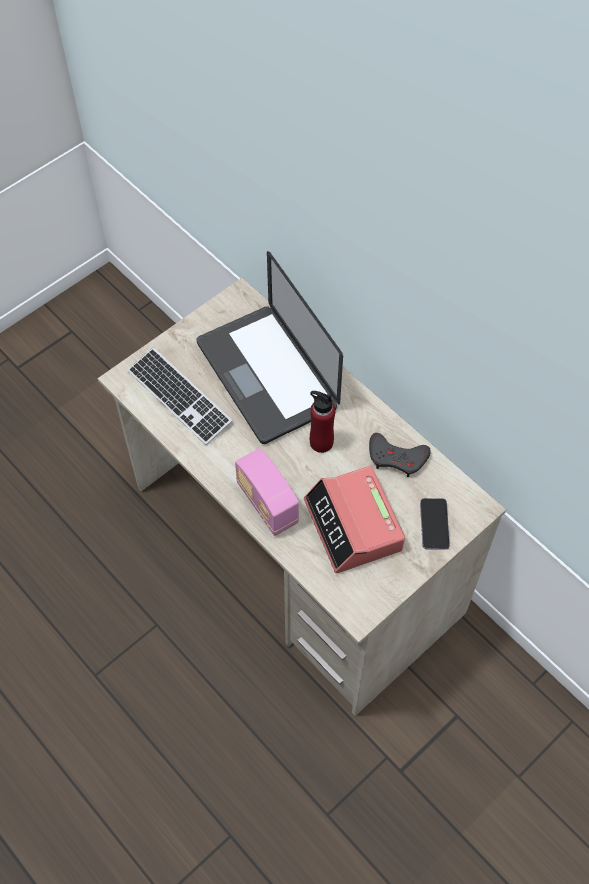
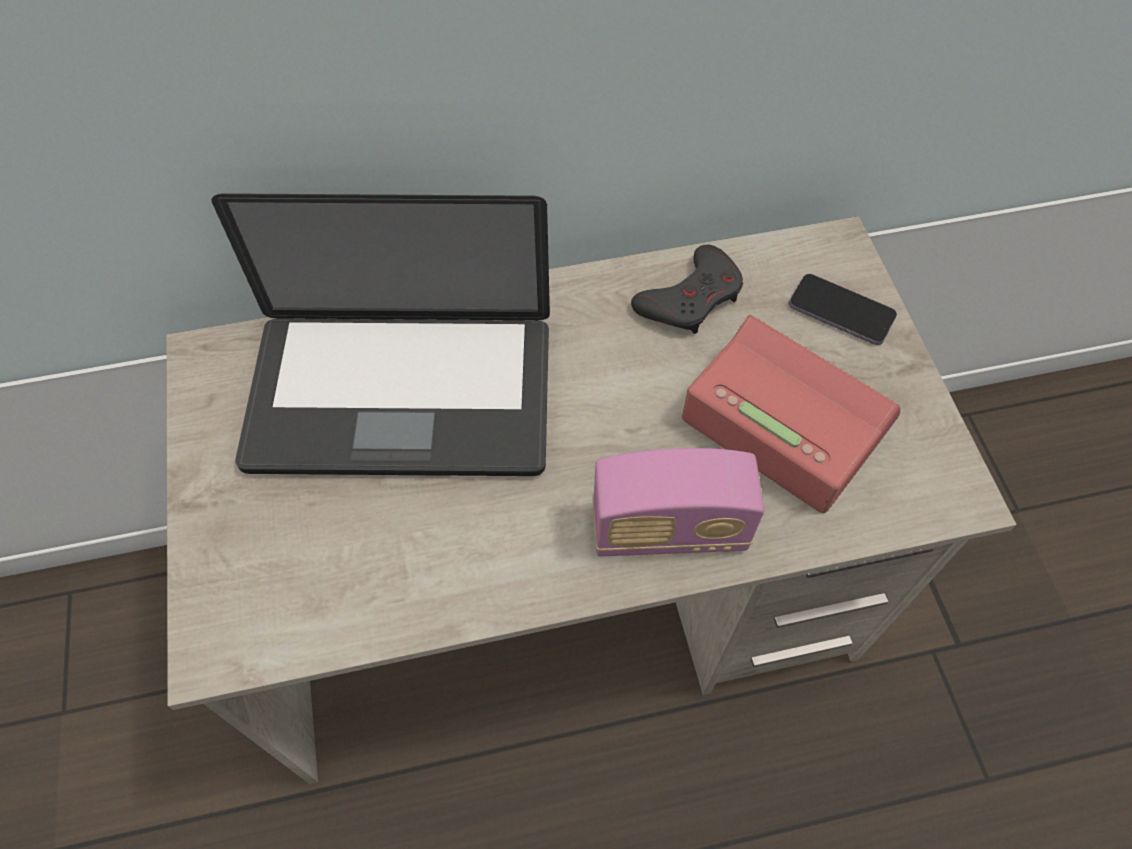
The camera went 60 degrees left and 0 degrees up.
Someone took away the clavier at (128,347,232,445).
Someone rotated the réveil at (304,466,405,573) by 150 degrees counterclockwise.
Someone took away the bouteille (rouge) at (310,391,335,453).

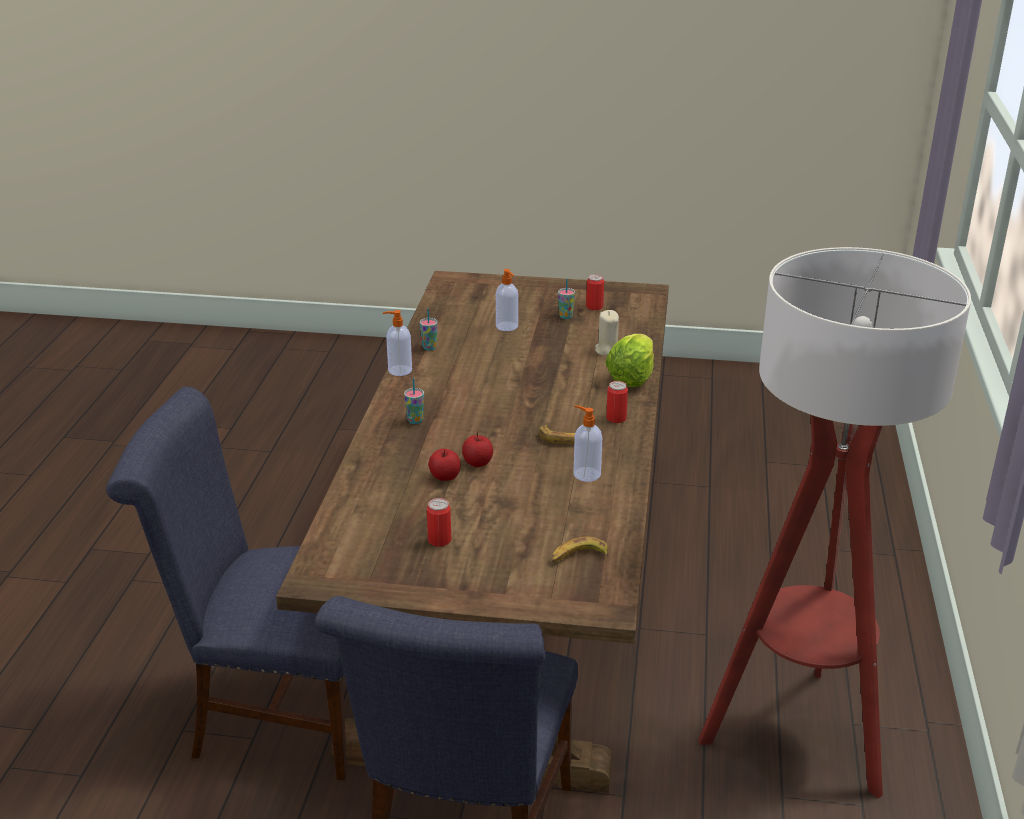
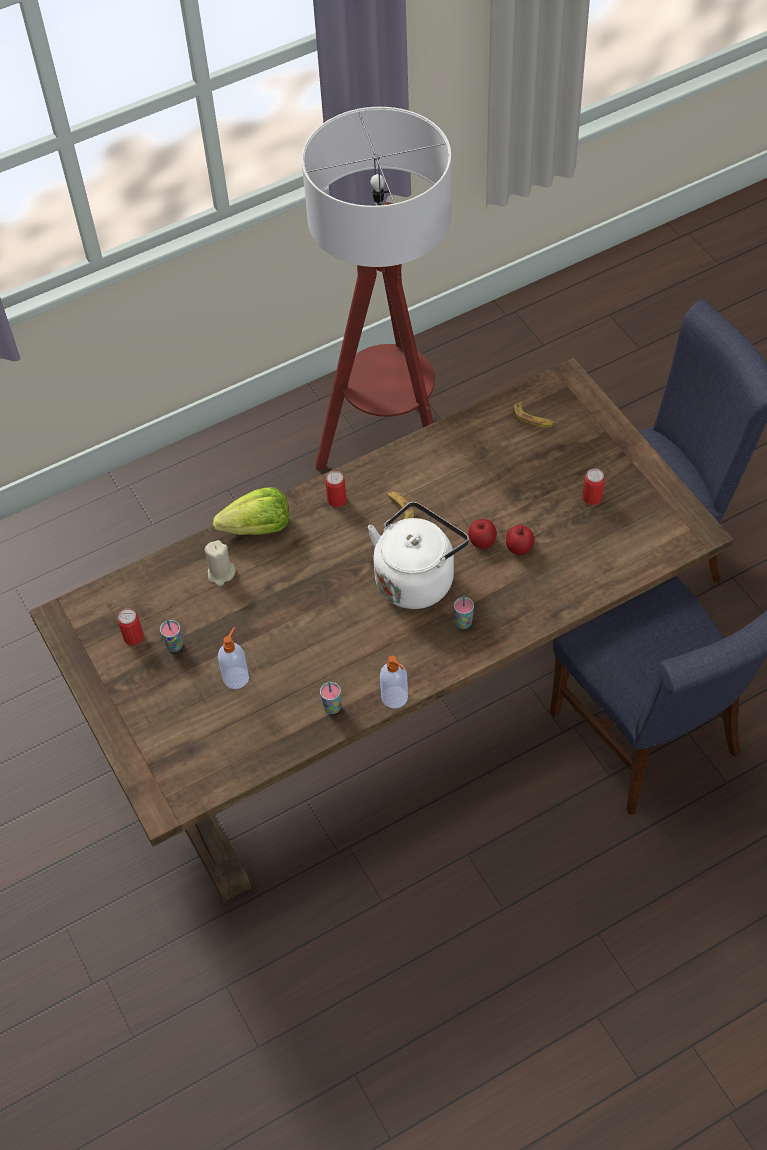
The camera went 125 degrees left and 25 degrees up.
Someone took away the distributeur de savon at (574,405,602,482).
Someone put down the bouilloire (blanc) at (368,502,469,609).

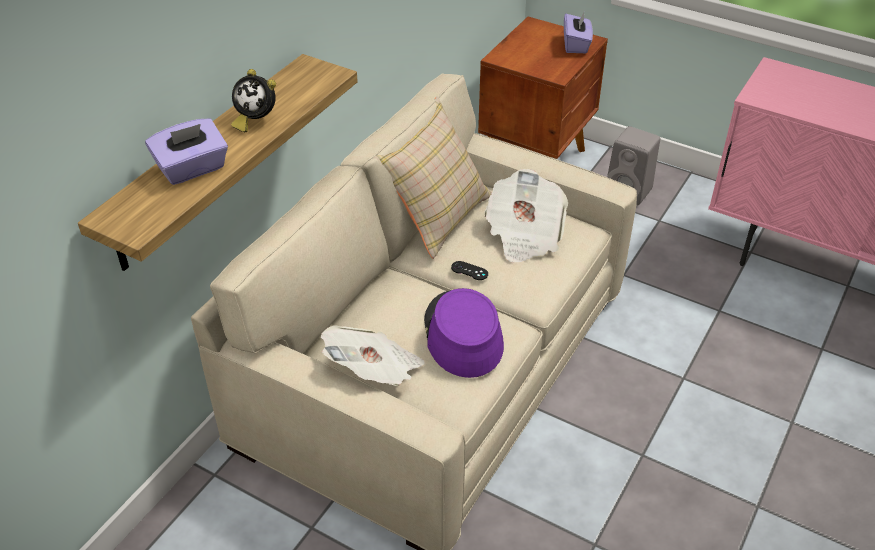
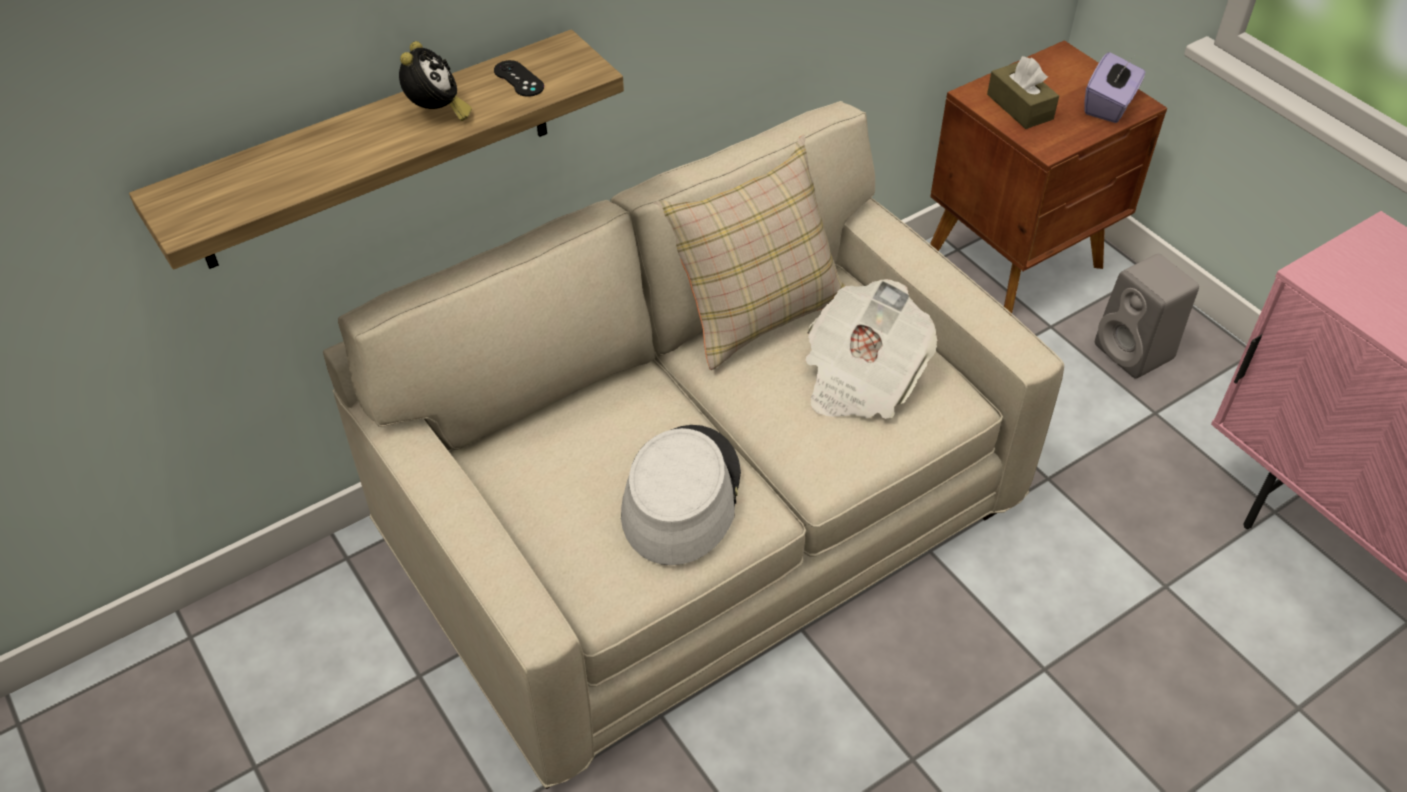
The camera went 25 degrees right and 5 degrees up.
Someone took away the boîte à mouchoirs (violet) at (145,119,228,185).
Someone rotated the réveil at (231,69,276,132) by 135 degrees counterclockwise.
Someone took away the journal at (321,325,425,386).
Someone repainted the chapeau (violet) at (424,288,504,378), which became the chapeau (gris) at (621,425,741,565).
Someone carried the manette (noir) from (451,261,488,280) to (494,60,544,97).
Someone put down the boîte à mouchoirs (marron) at (987,56,1059,129).

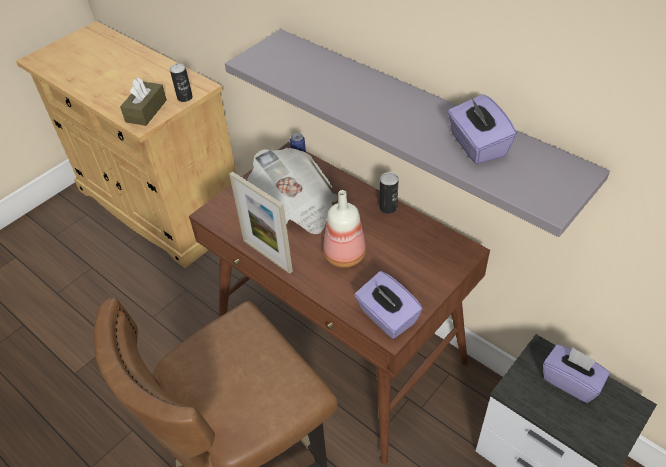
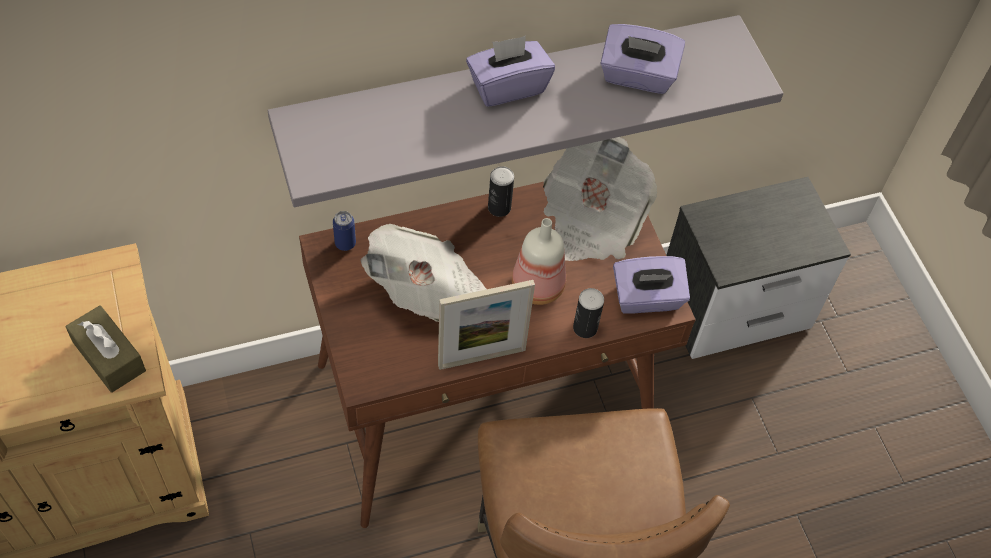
The camera went 65 degrees left and 10 degrees up.
Someone carried the boîte métallique from (170,63,193,102) to (573,288,604,338).
Someone carried the boîte à mouchoirs (violet) from (543,344,610,403) to (466,36,555,107).
Someone put down the journal at (543,137,657,261).

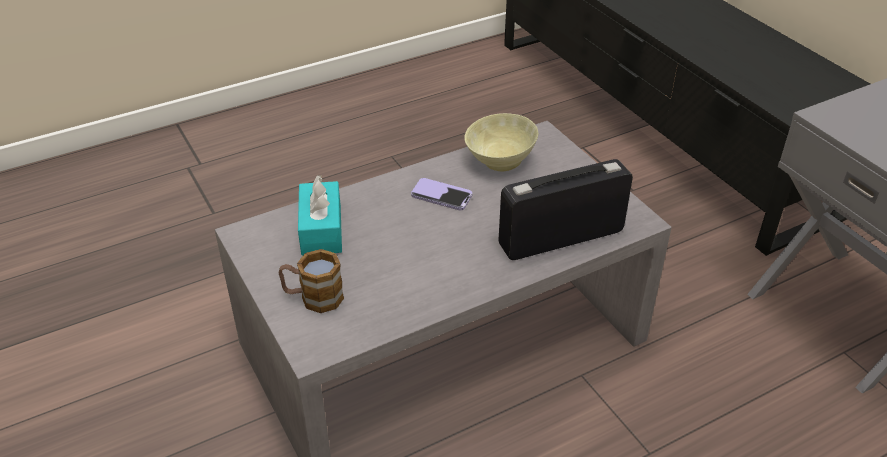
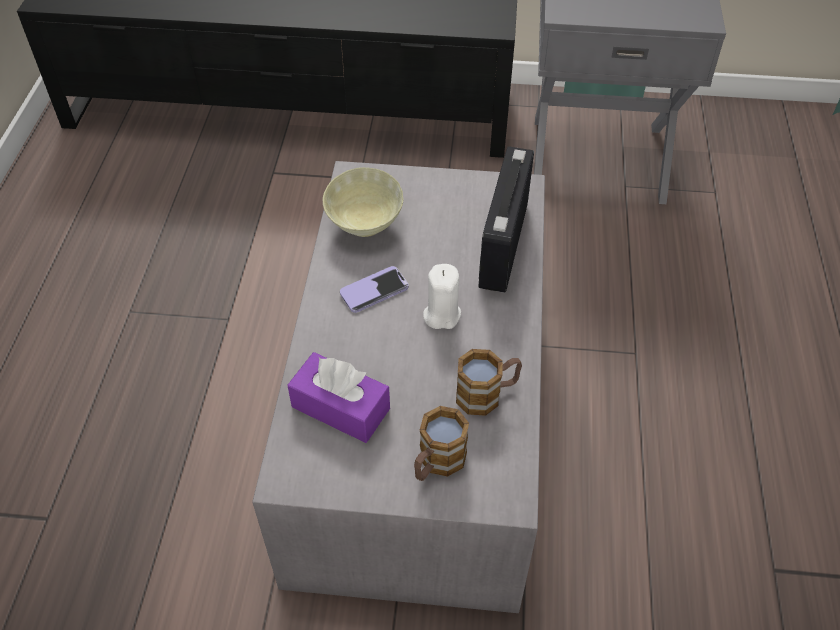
The camera went 55 degrees left and 10 degrees up.
Someone repainted the boîte à mouchoirs (turquoise) at (298,175,342,255), which became the boîte à mouchoirs (violet) at (287,352,390,443).
Someone put down the bougie (blanc) at (423,264,461,329).
Someone put down the mug at (456,349,522,416).

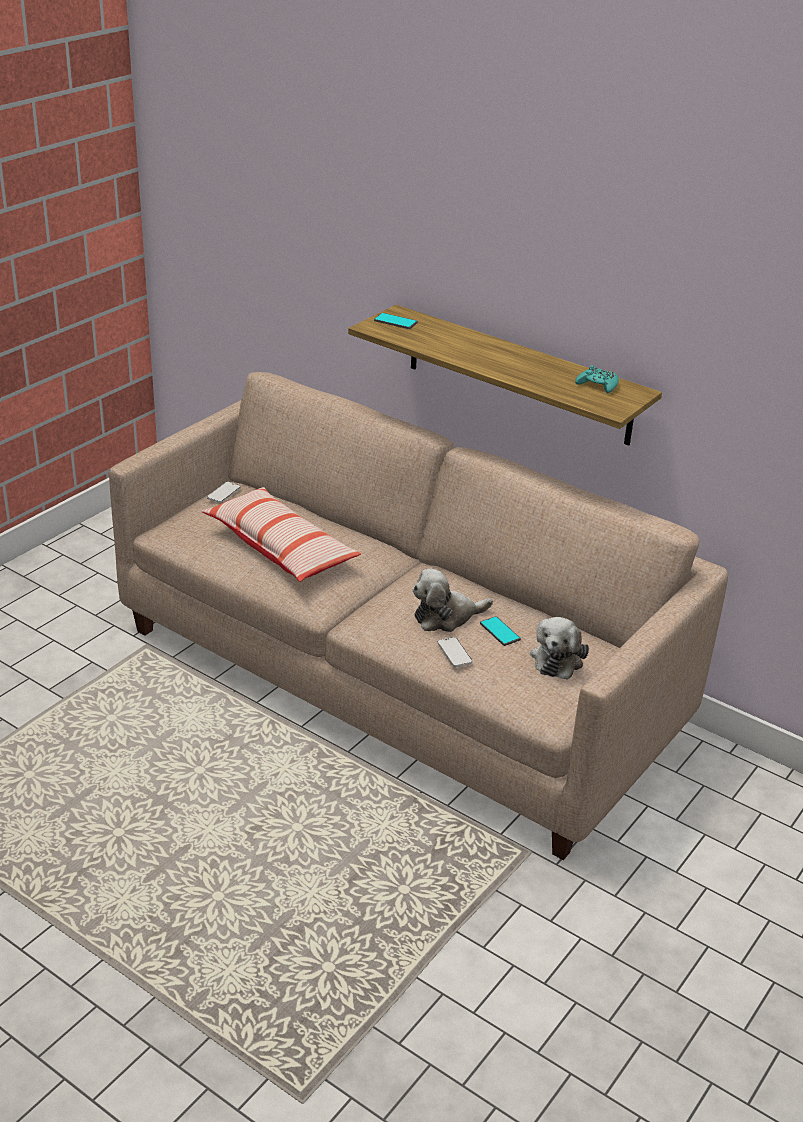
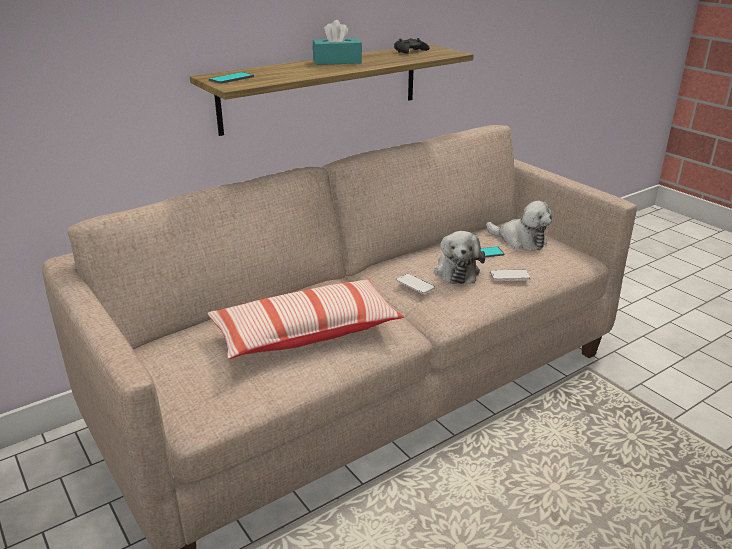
The camera went 70 degrees left and 5 degrees down.
Someone carried the téléphone from (207,482,241,503) to (396,274,435,294).
Someone repainted the manette (turquoise) at (575,365,619,393), which became the manette (noir) at (394,38,429,54).
Someone put down the boîte à mouchoirs (turquoise) at (313,20,362,65).

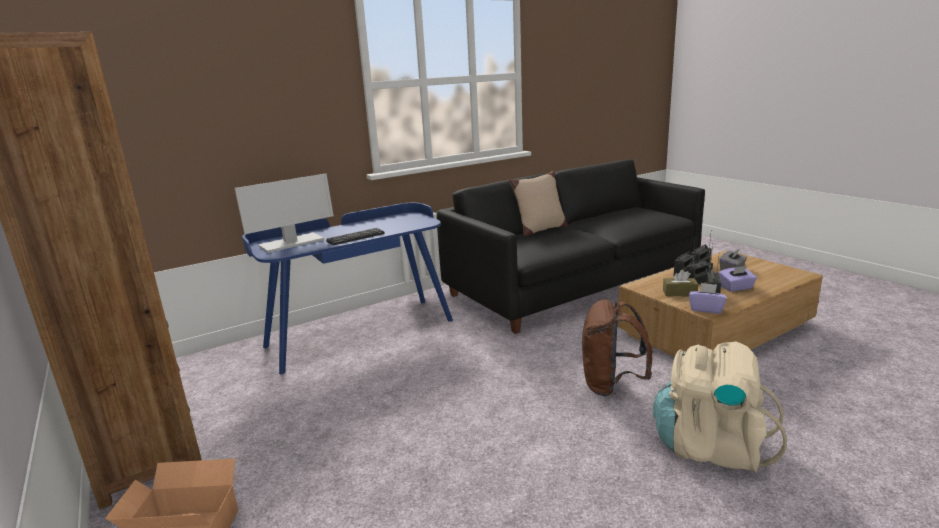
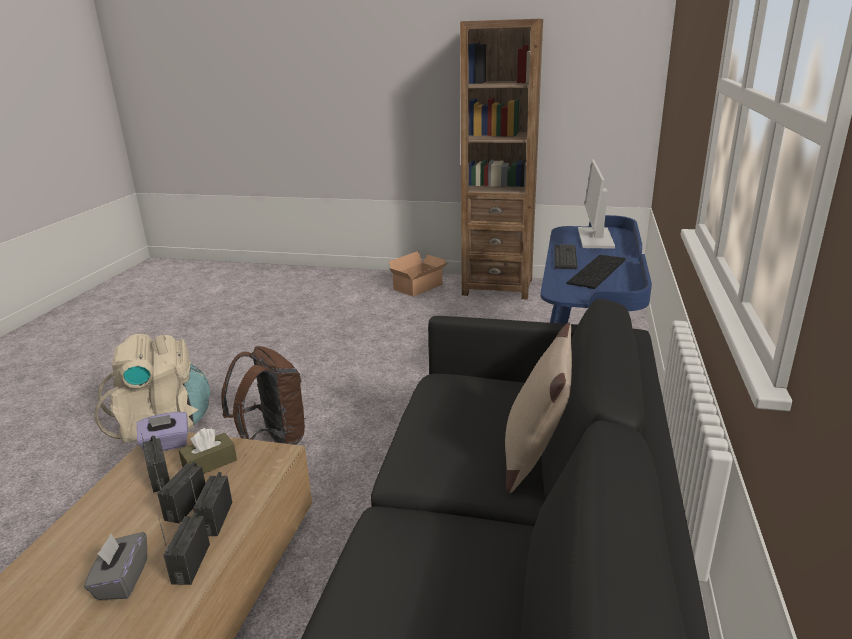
The camera went 135 degrees right and 5 degrees up.
Someone took away the boîte à mouchoirs (violet) at (719,266,757,292).
Someone put down the clavier at (567,255,626,289).

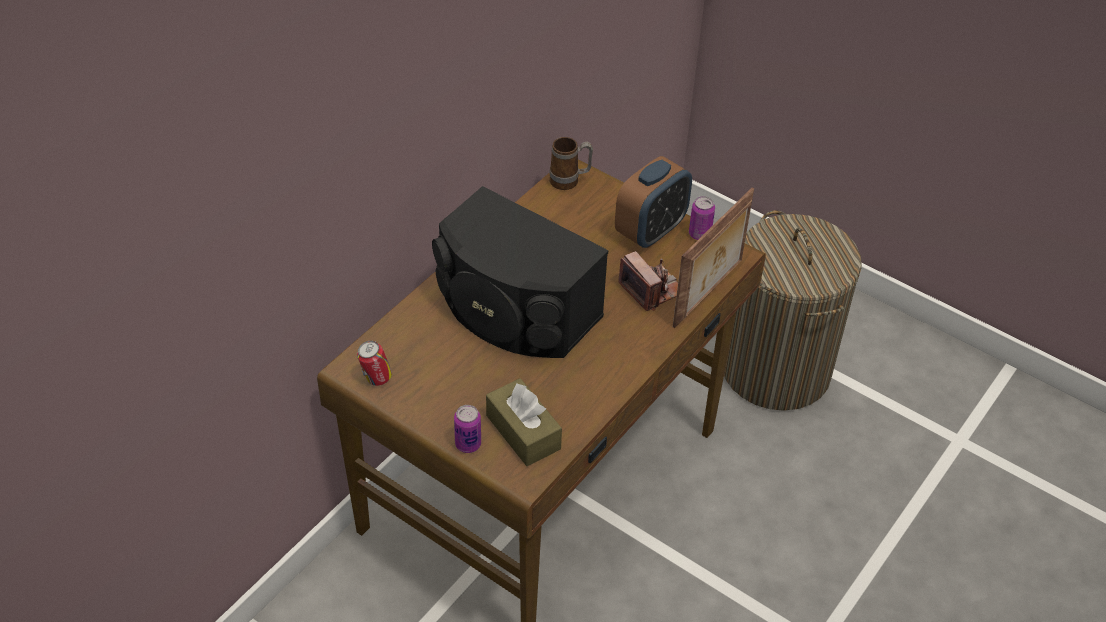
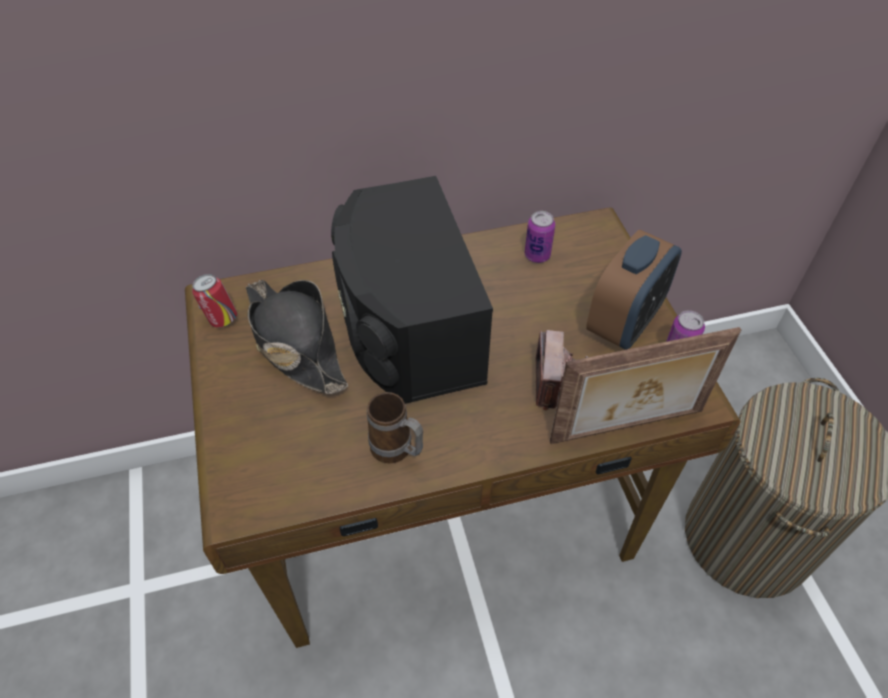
The camera went 40 degrees right and 5 degrees up.
Someone carried the boîte métallique from (454,405,481,453) to (525,211,555,263).
Someone took away the boîte à mouchoirs (marron) at (486,378,562,466).
Someone carried the mug from (549,137,593,190) to (367,392,423,463).
Someone rotated the réveil at (615,156,692,248) by 45 degrees counterclockwise.
Someone put down the chapeau (noir) at (246,280,348,394).

